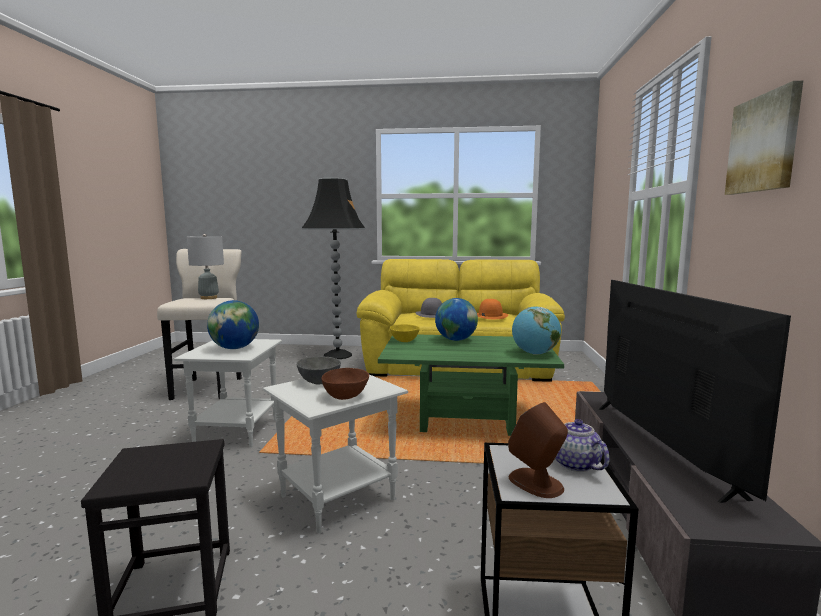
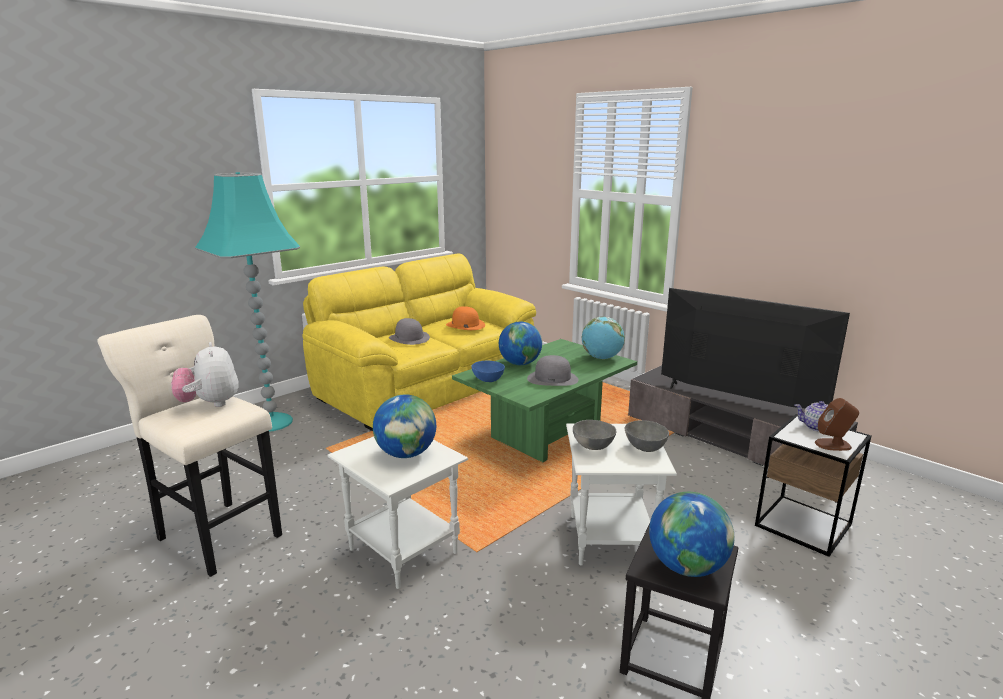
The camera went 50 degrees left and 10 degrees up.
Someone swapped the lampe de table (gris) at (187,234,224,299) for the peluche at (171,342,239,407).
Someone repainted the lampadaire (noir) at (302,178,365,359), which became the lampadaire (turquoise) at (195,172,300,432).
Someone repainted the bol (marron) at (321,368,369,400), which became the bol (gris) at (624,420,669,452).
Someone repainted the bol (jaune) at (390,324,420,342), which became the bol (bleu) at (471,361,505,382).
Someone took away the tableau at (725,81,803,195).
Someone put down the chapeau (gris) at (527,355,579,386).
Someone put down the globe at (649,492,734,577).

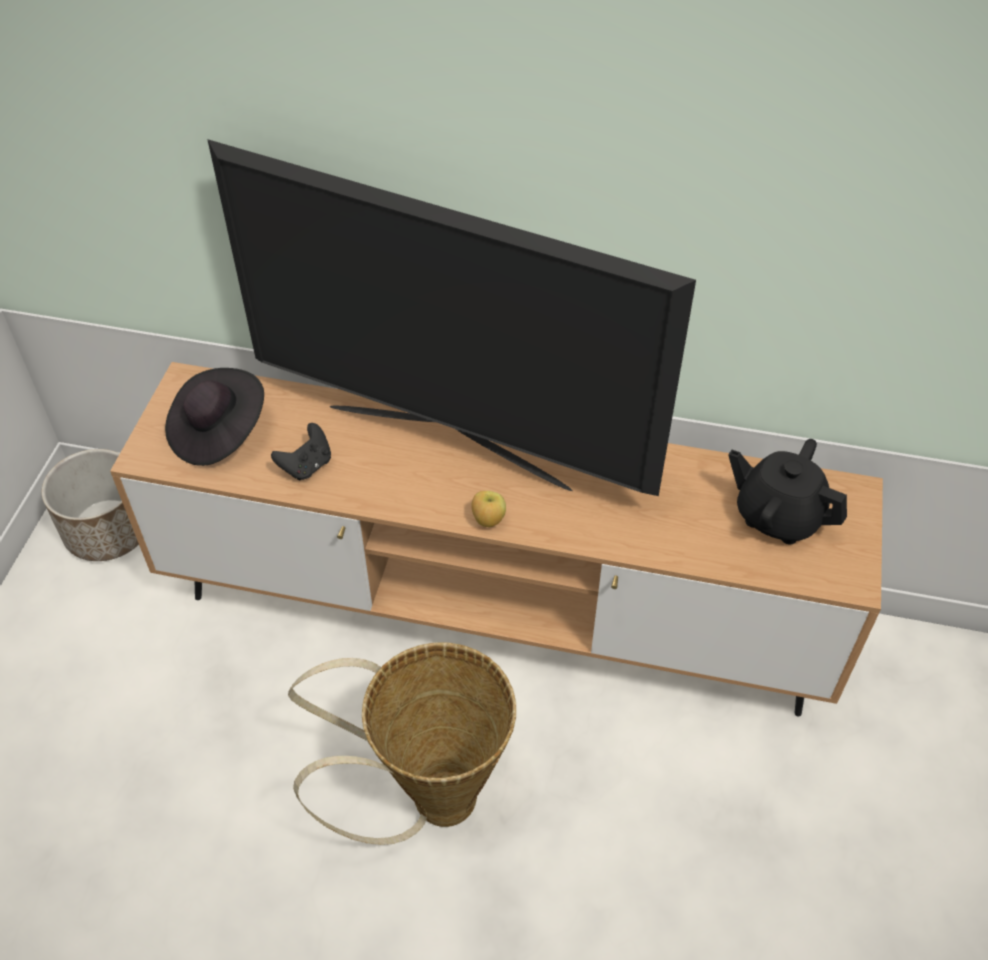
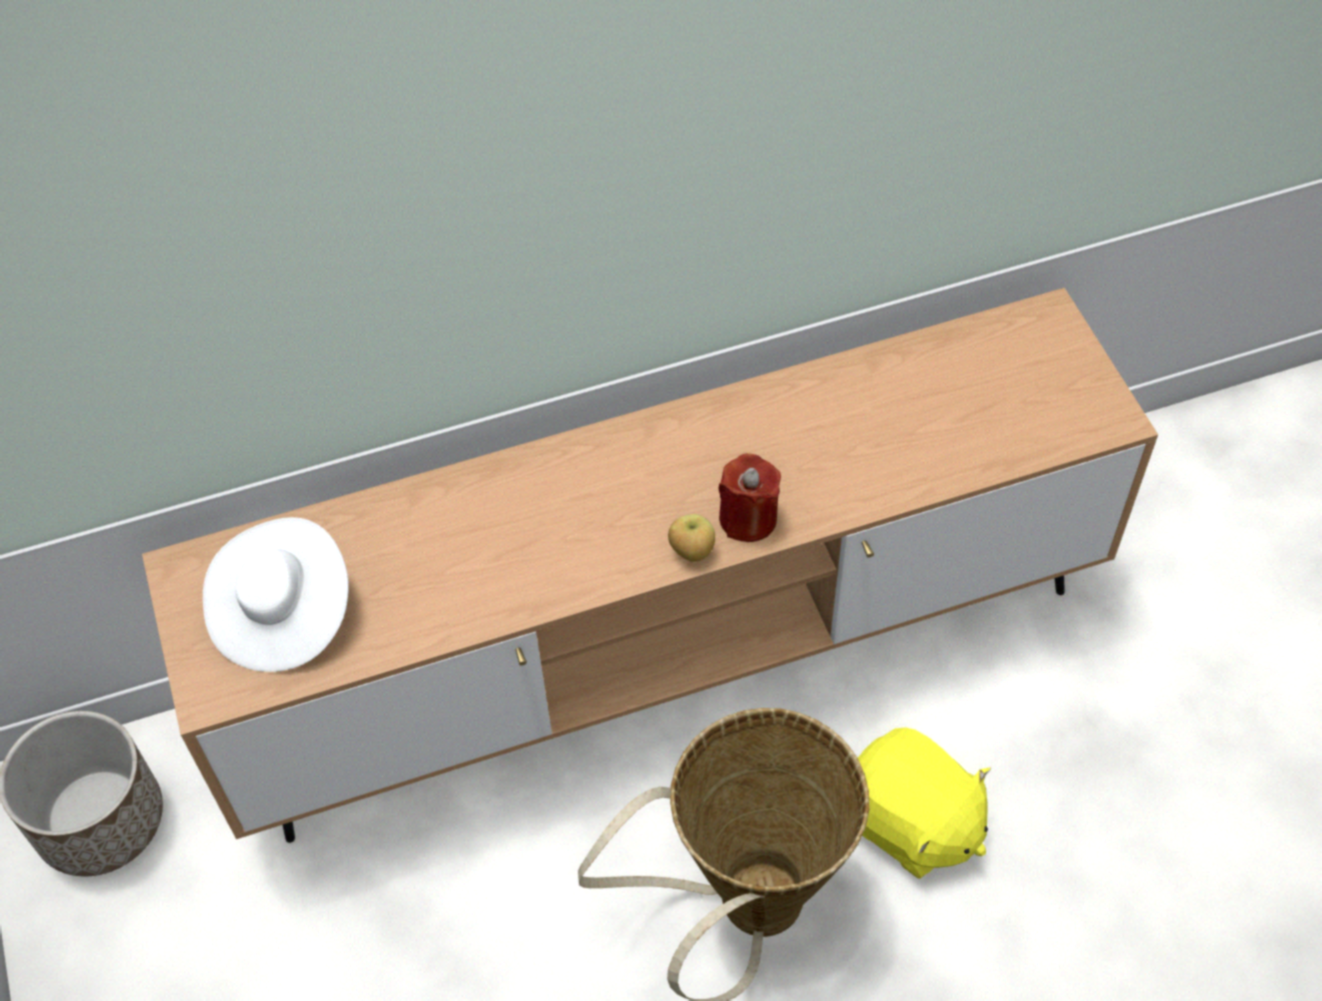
The camera went 30 degrees left and 5 degrees up.
Someone repainted the chapeau (noir) at (165,368,264,466), which became the chapeau (blanc) at (203,517,349,672).
Someone took away the téléviseur at (207,139,696,496).
Someone took away the manette (noir) at (271,423,331,480).
Someone took away the théière (noir) at (728,439,847,544).
Someone put down the bougie (rouge) at (719,453,781,542).
Someone put down the peluche (jaune) at (858,727,991,879).

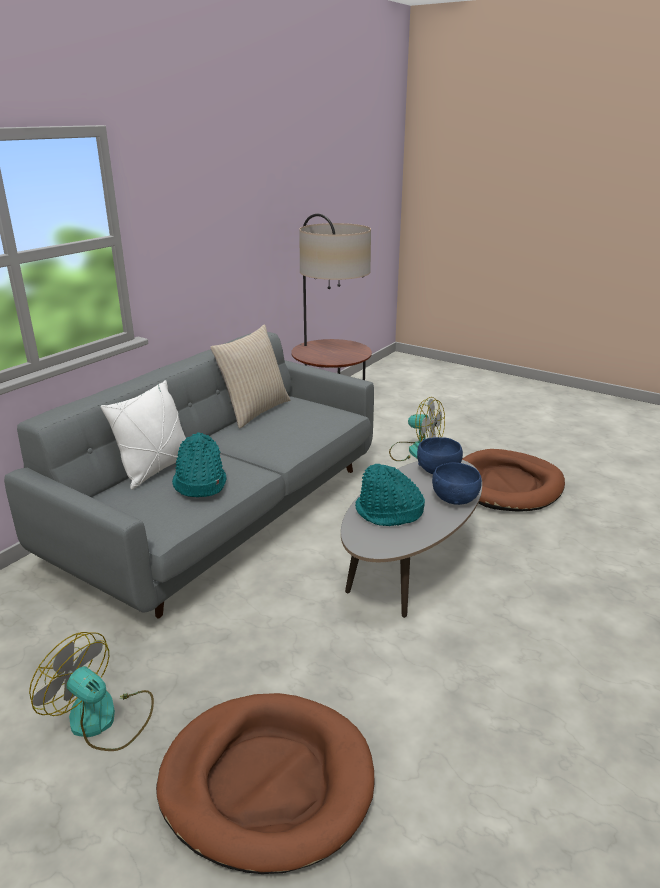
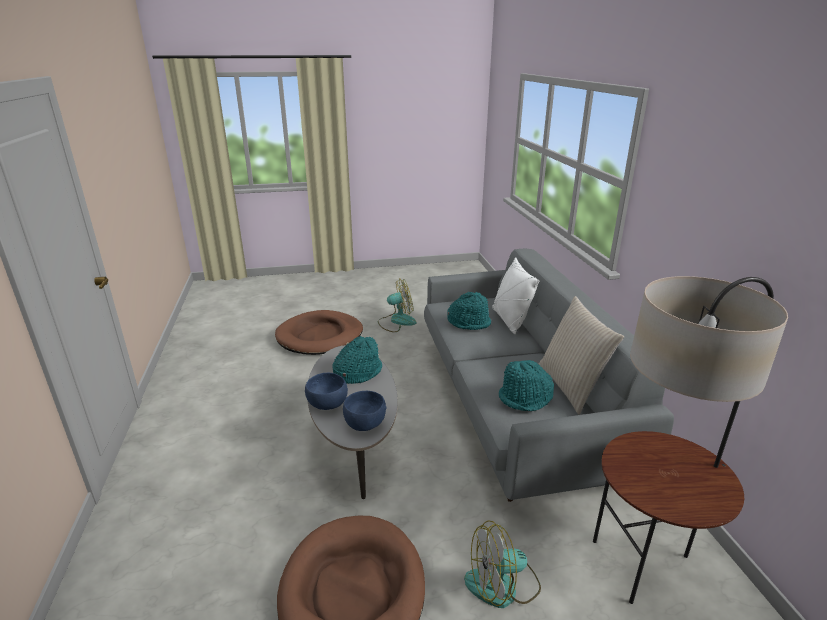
The camera went 135 degrees right and 0 degrees up.
Someone put down the chapeau (turquoise) at (499,360,554,411).

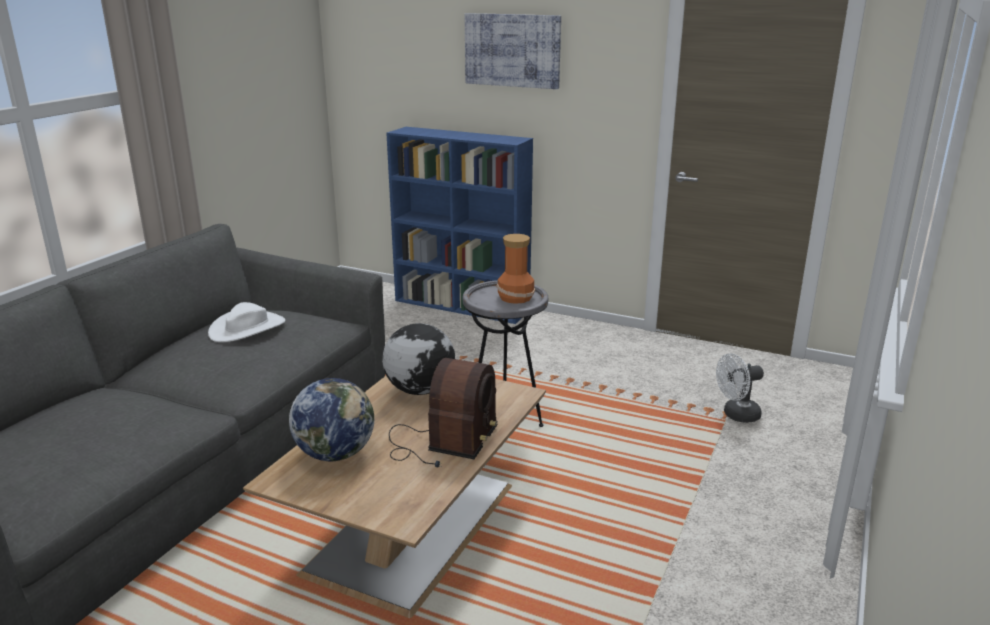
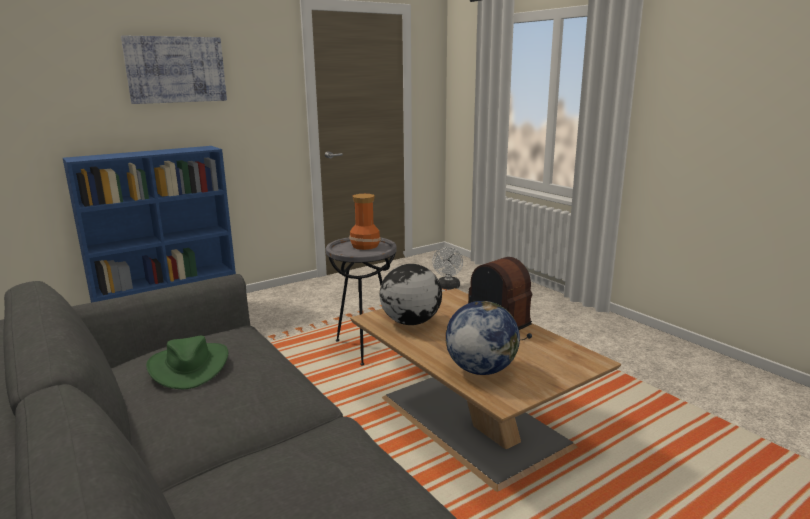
The camera went 60 degrees left and 5 degrees down.
Someone repainted the chapeau (blanc) at (208,302,285,342), which became the chapeau (vert) at (146,336,228,389).

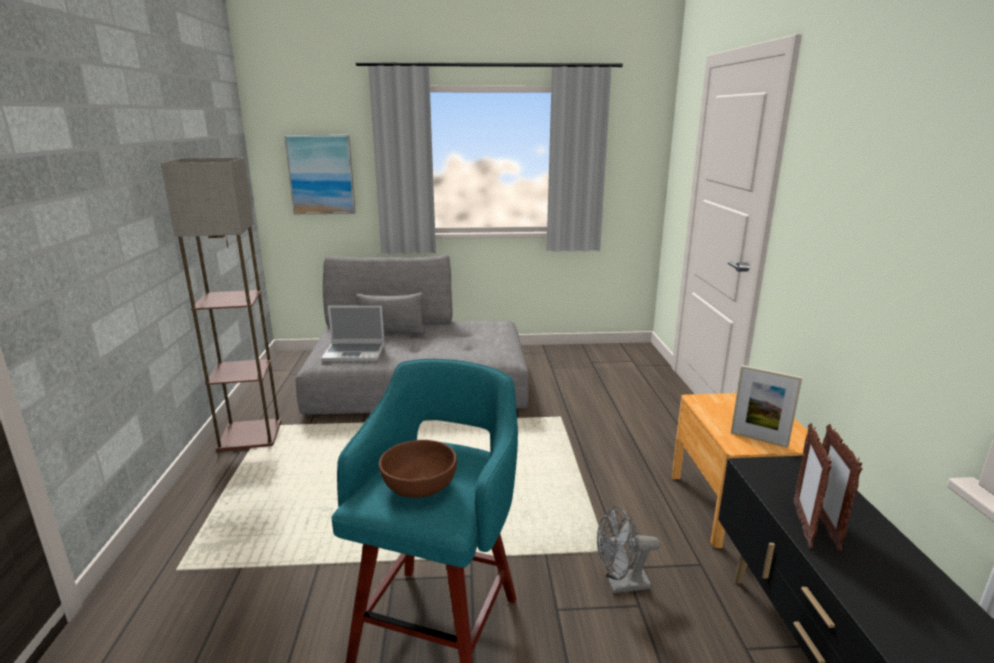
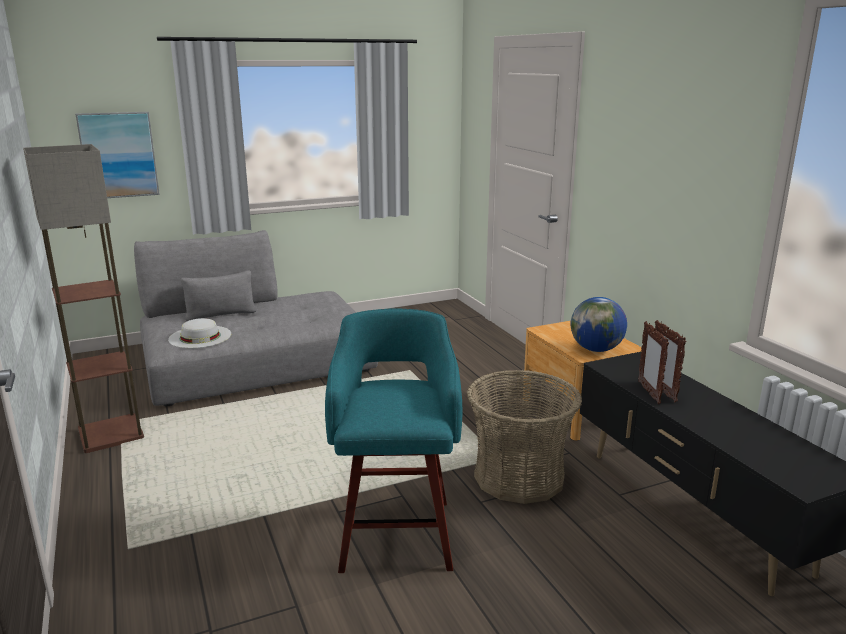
The camera went 20 degrees left and 0 degrees up.
Someone swapped the ordinateur portable at (321,306,385,361) for the chapeau (blanc) at (168,318,231,348).
Someone took away the bol (marron) at (379,440,457,498).
Someone swapped the ventilateur (gris) at (597,506,661,594) for the panier at (467,370,582,504).
Someone swapped the cadre photo at (731,365,802,448) for the globe at (571,297,627,352).

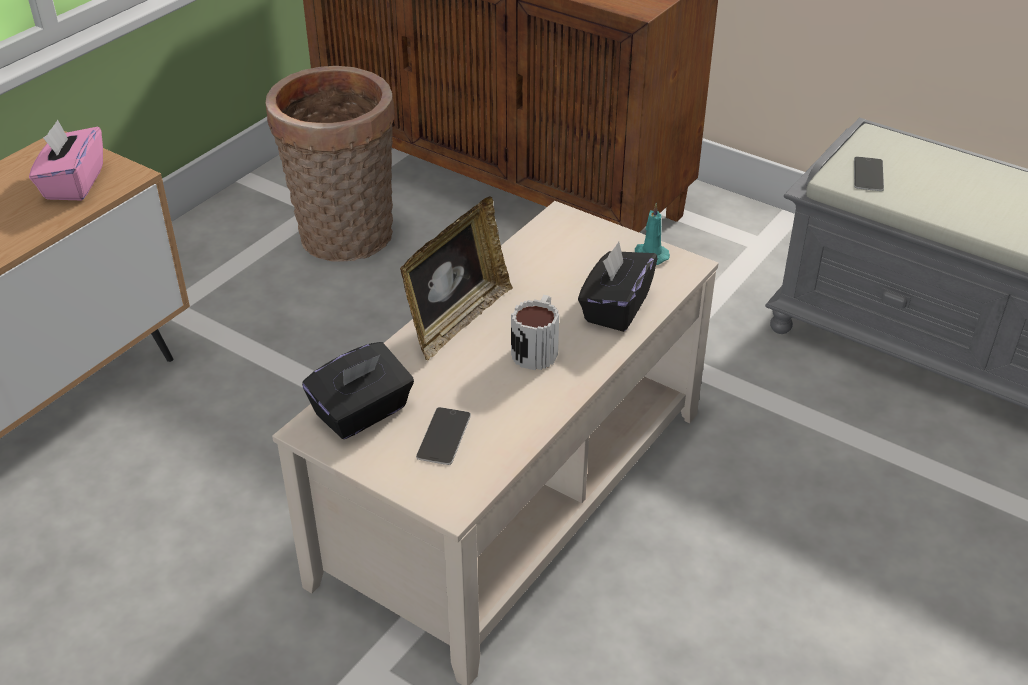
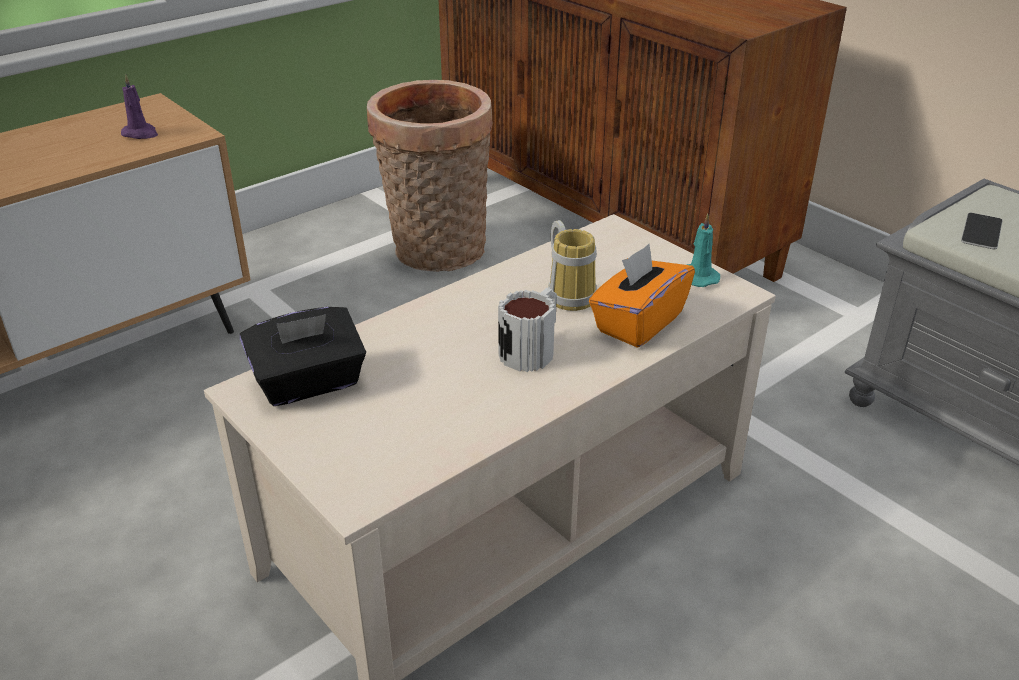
The camera went 15 degrees right and 5 degrees down.
Someone swapped the boîte à mouchoirs (rose) at (29,119,103,200) for the bougie (violet) at (121,74,158,139).
Someone took away the cadre photo at (400,196,513,360).
Someone took away the téléphone at (416,407,471,465).
Someone repainted the boîte à mouchoirs (noir) at (578,242,658,332), which became the boîte à mouchoirs (orange) at (589,244,695,347).
Someone put down the mug at (548,220,597,311).

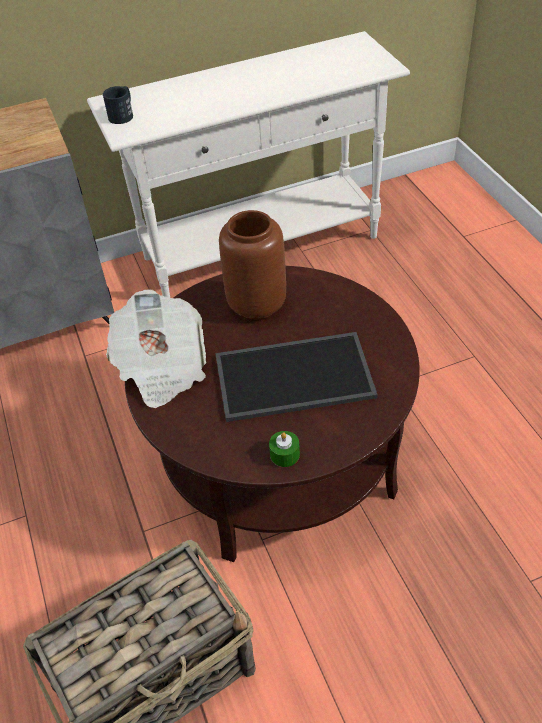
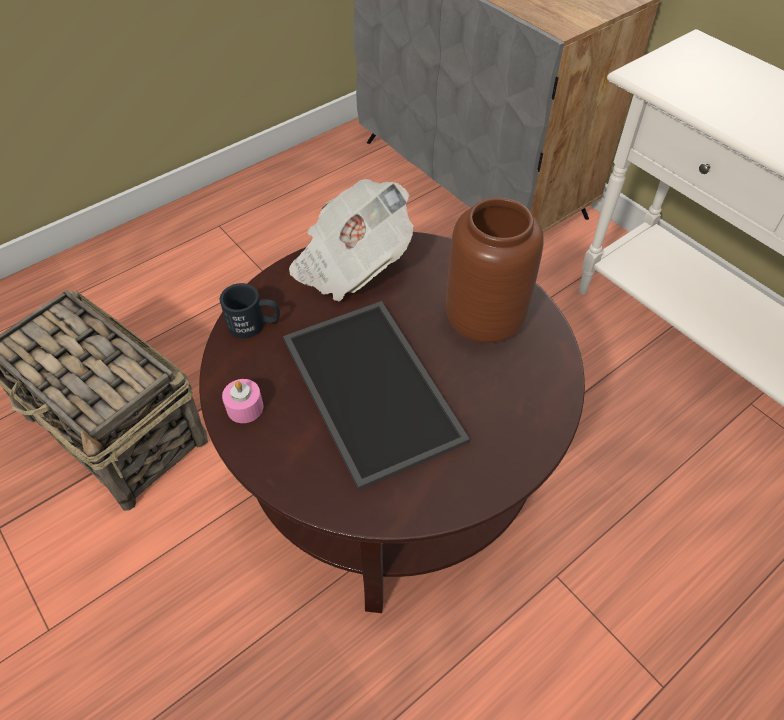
The camera went 70 degrees right and 5 degrees up.
Someone carried the mug (noir) from (103,86,133,124) to (220,283,280,338).
Someone repainted the bougie (vert) at (269,431,300,467), which became the bougie (rose) at (222,379,263,423).

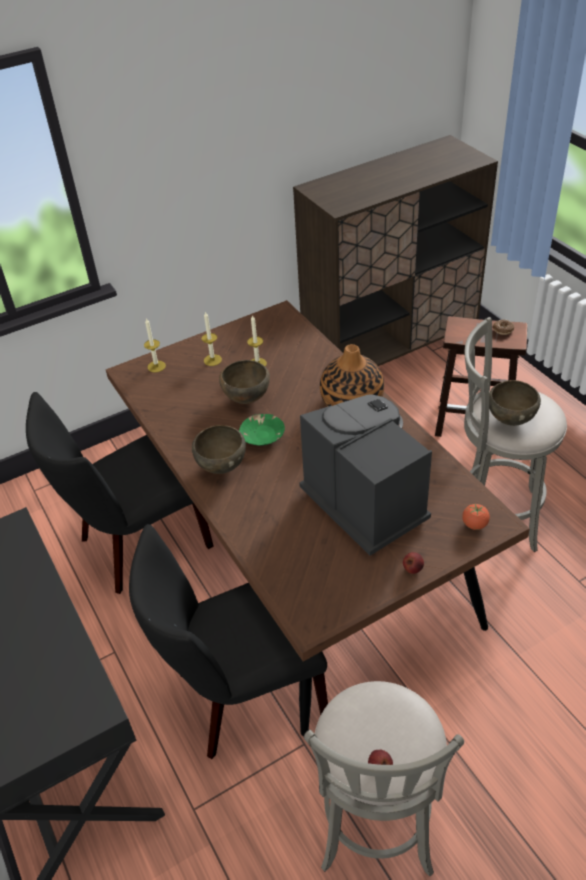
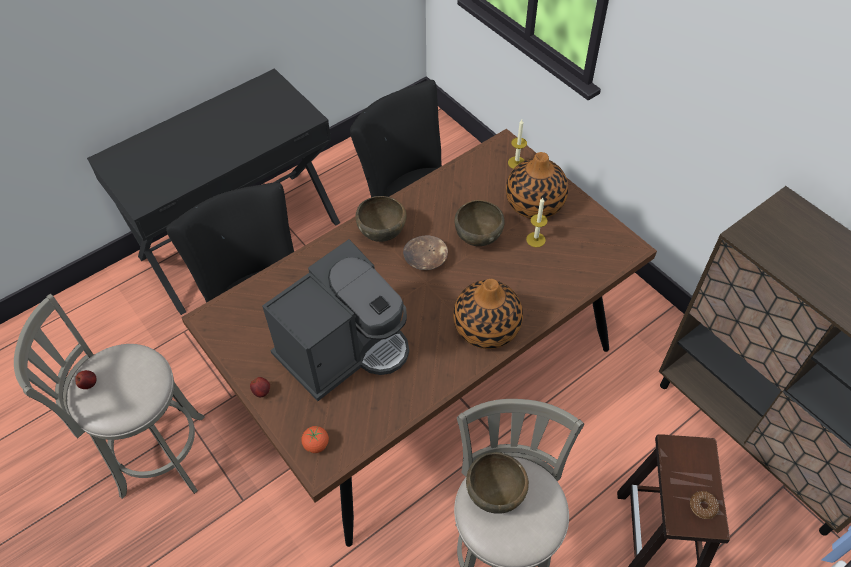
The camera went 80 degrees right and 10 degrees up.
Someone swapped the bougie at (201,312,222,366) for the vase at (506,152,568,219).
Someone repainted the bol (vert) at (239,414,285,446), which became the bol (marron) at (403,236,448,270).

